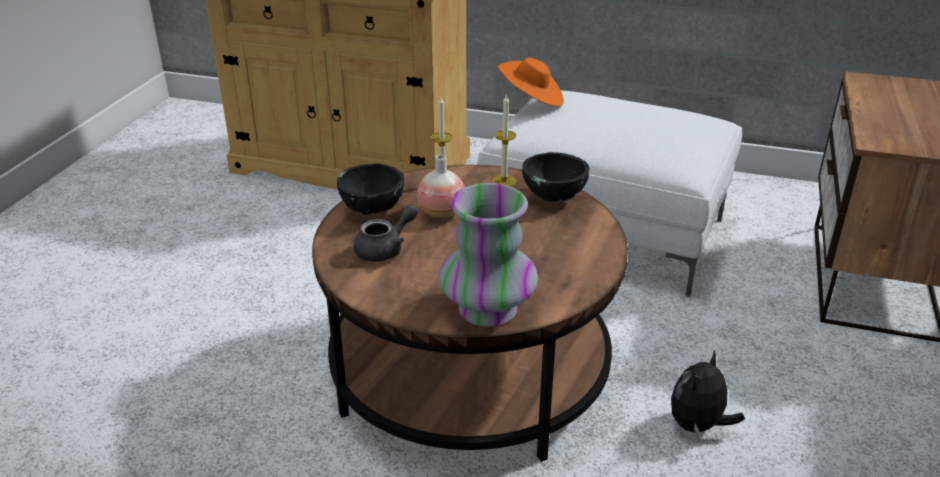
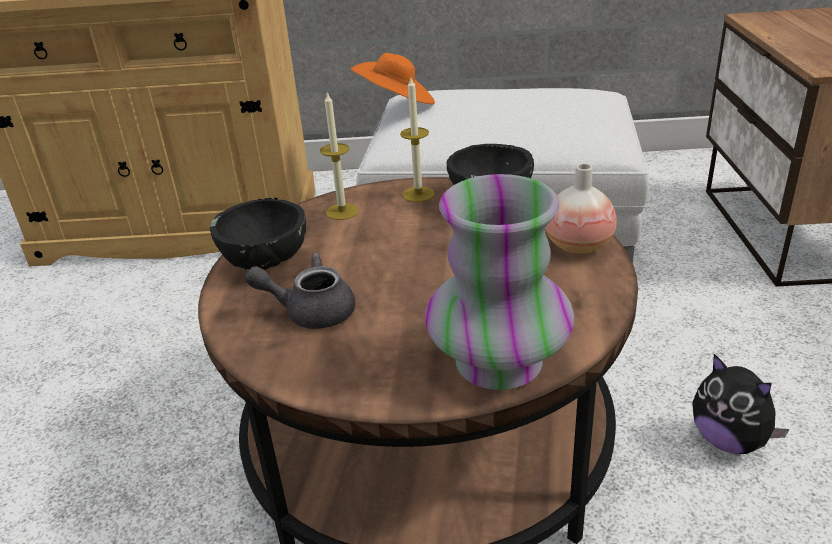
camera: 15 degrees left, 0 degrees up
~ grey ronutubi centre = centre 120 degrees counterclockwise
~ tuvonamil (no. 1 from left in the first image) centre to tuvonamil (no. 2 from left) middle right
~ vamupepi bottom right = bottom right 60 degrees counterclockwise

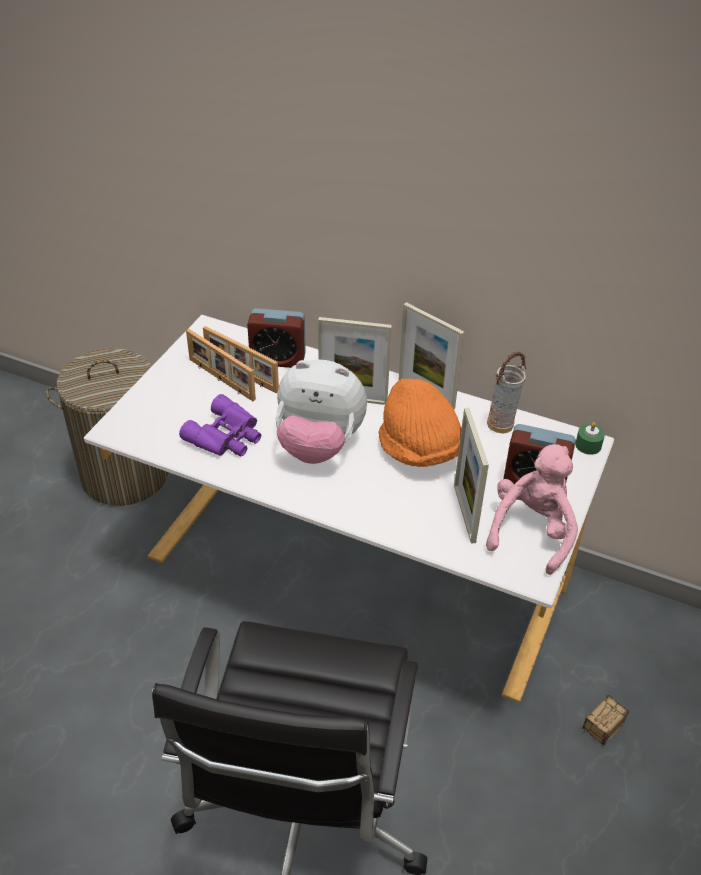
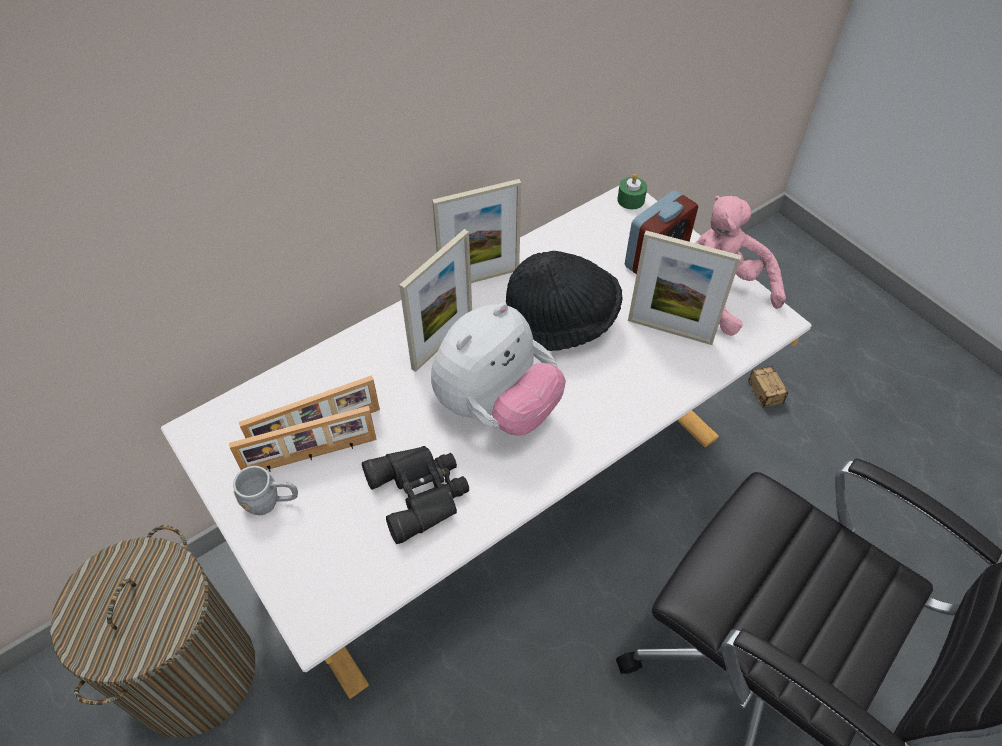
camera: 60 degrees left, 10 degrees up
+ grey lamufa middle left
~ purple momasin middle left to black momasin centre
~ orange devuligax centre to black devuligax centre
- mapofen (no. 1 from left) centre
- tuvonamil middle right

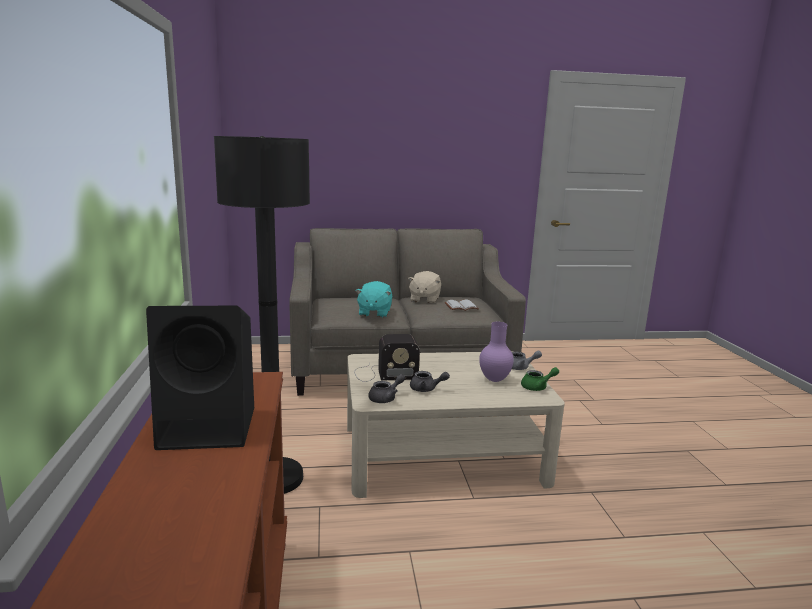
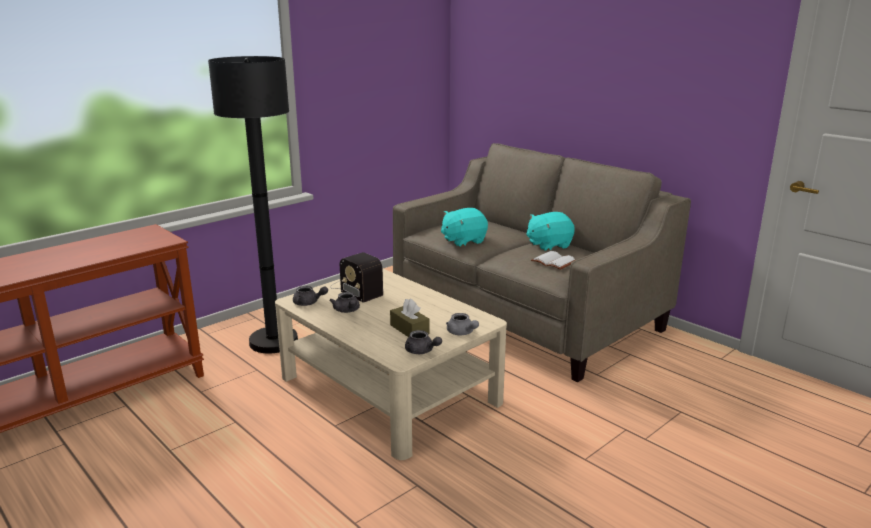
camera: 55 degrees right, 5 degrees up
~ purple tuvonamil centre to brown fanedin centre
~ green ronutubi centre to grey ronutubi (no. 3 from left) centre
~ beige vamupepi centre to turquoise vamupepi (no. 2 from left) centre
- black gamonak middle left

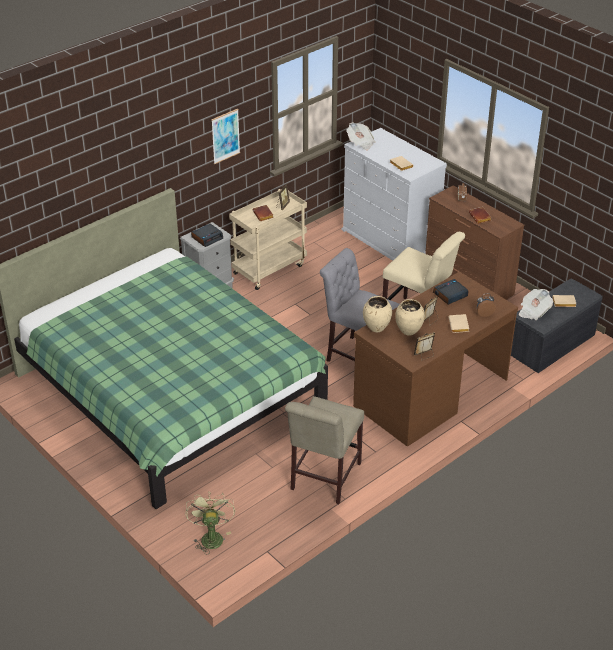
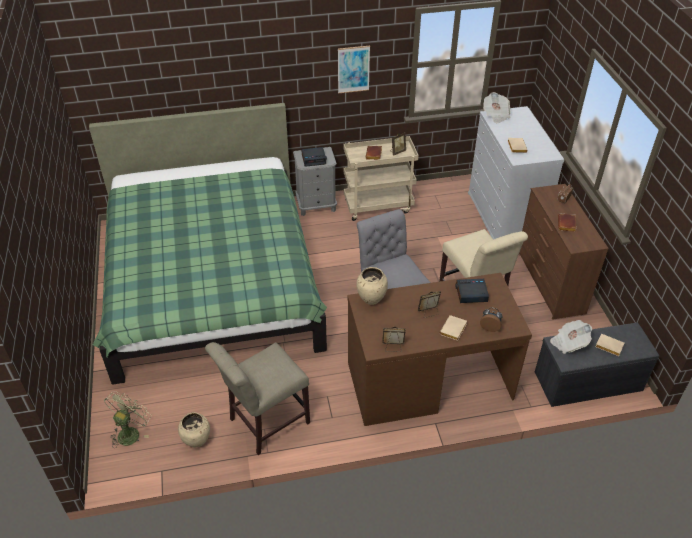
camera: 30 degrees right, 5 degrees up
~ beige tuvonamil (no. 2 from left in the first image) middle right to beige tuvonamil (no. 1 from left) bottom left

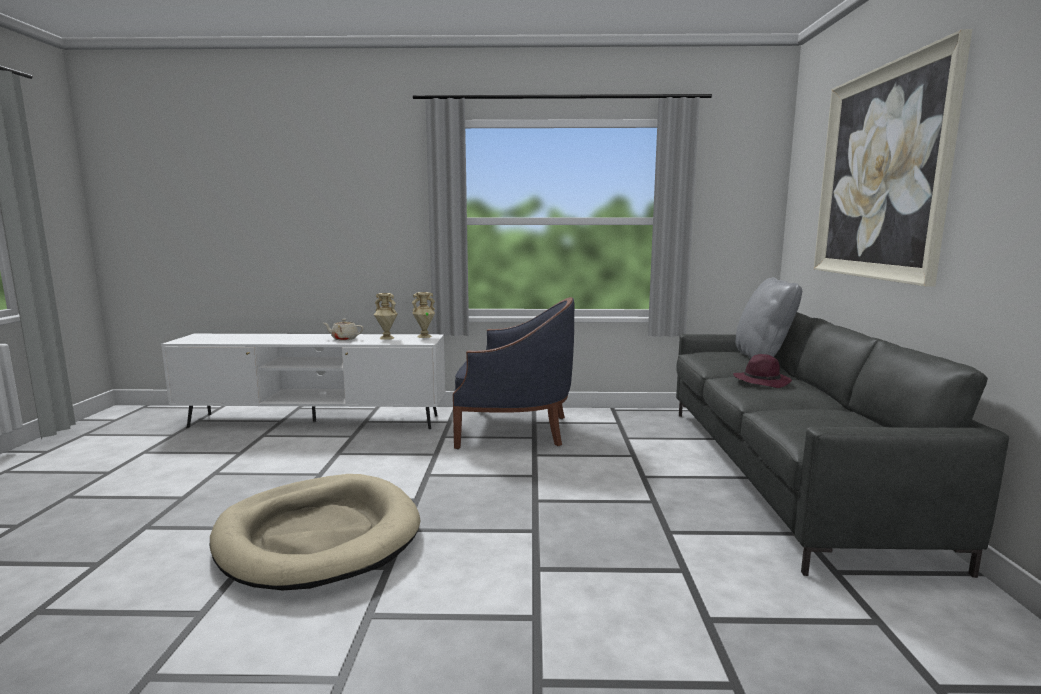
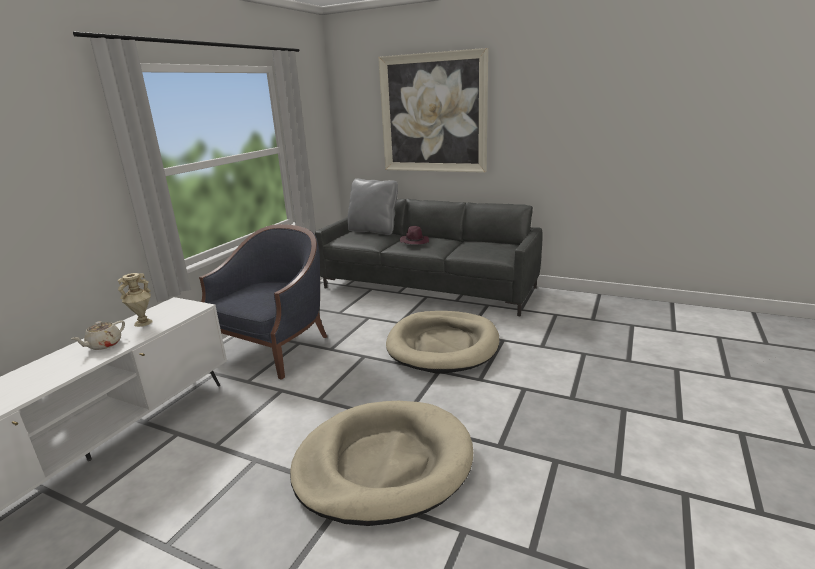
camera: 65 degrees left, 10 degrees up
+ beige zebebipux (no. 2 from left) centre
- beige tuvonamil (no. 2 from left) centre

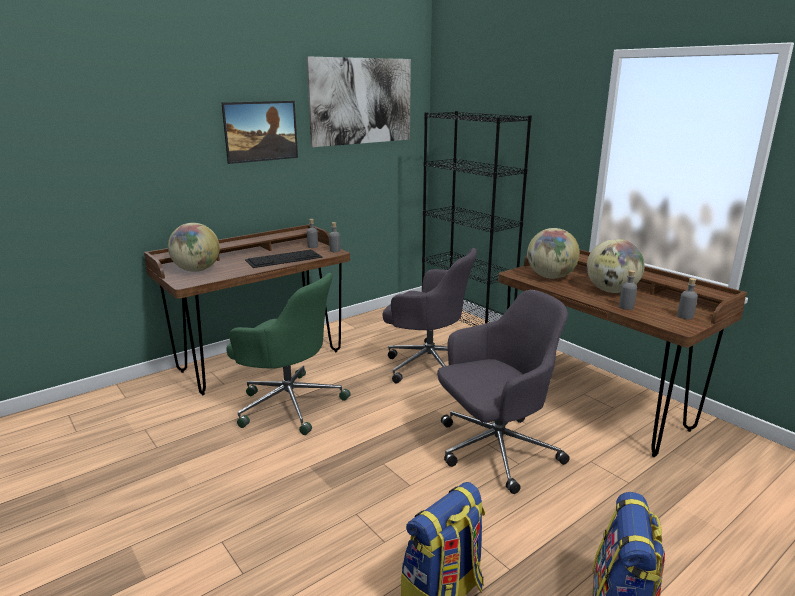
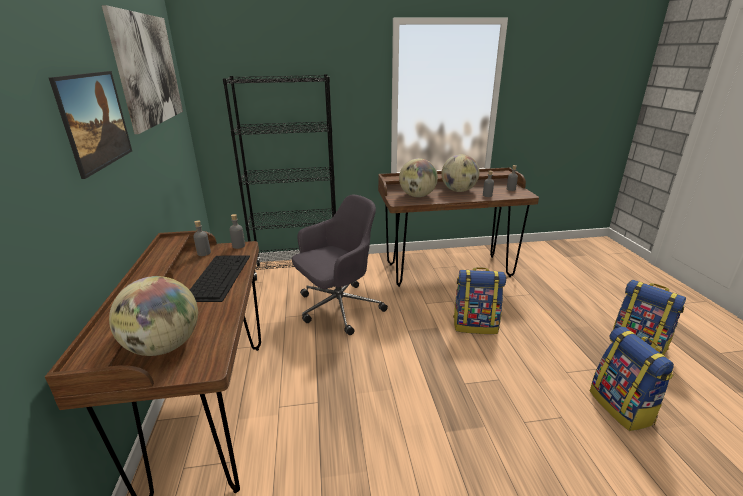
camera: 60 degrees left, 5 degrees up
~ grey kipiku (no. 2 from left) centre to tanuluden (no. 1 from left) centre
- green kipiku centre

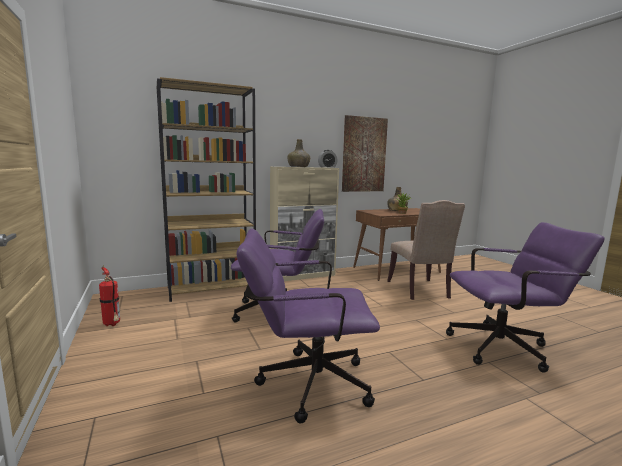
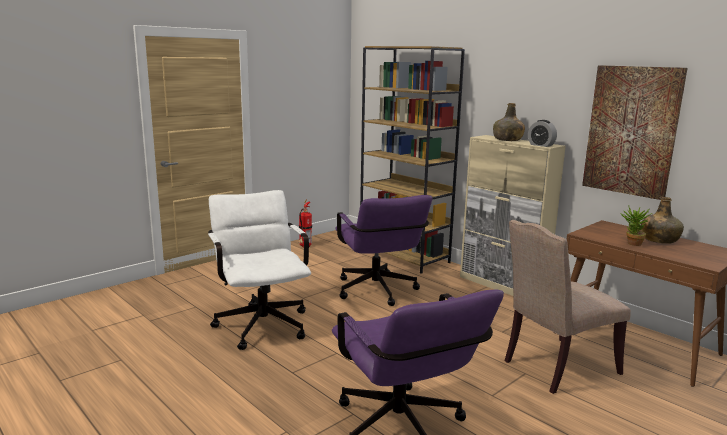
camera: 70 degrees right, 5 degrees up
~ purple kipiku (no. 2 from left) bottom centre to white kipiku centre

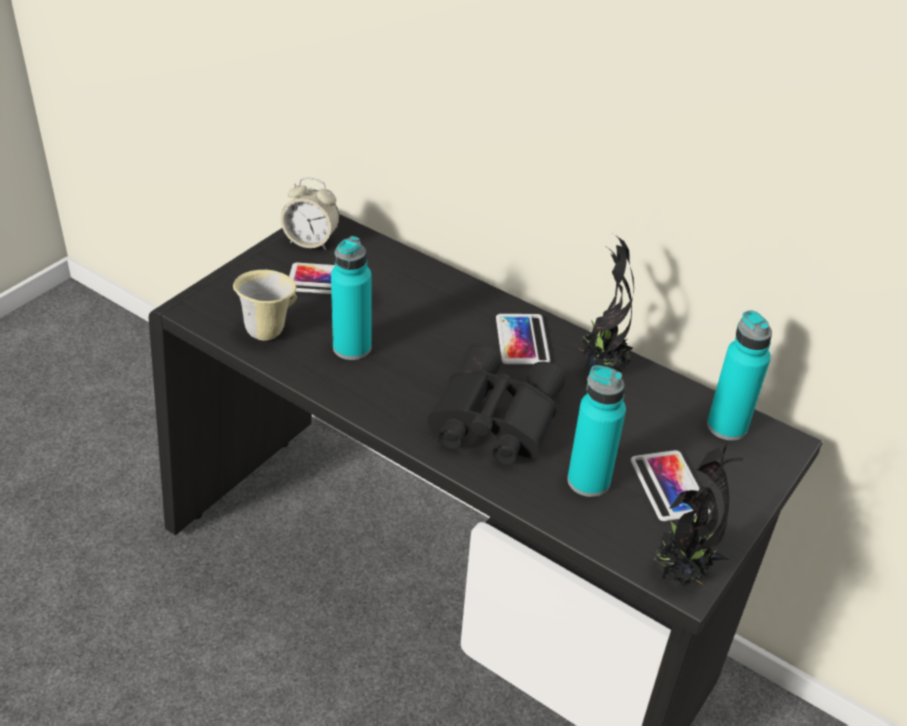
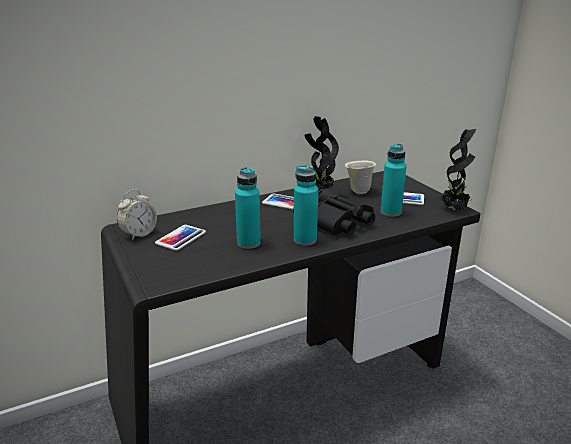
camera: 60 degrees left, 15 degrees down
~ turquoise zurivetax (no. 3 from left in the first image) middle right to turquoise zurivetax (no. 2 from left) centre
~ beige lamufa middle left to centre

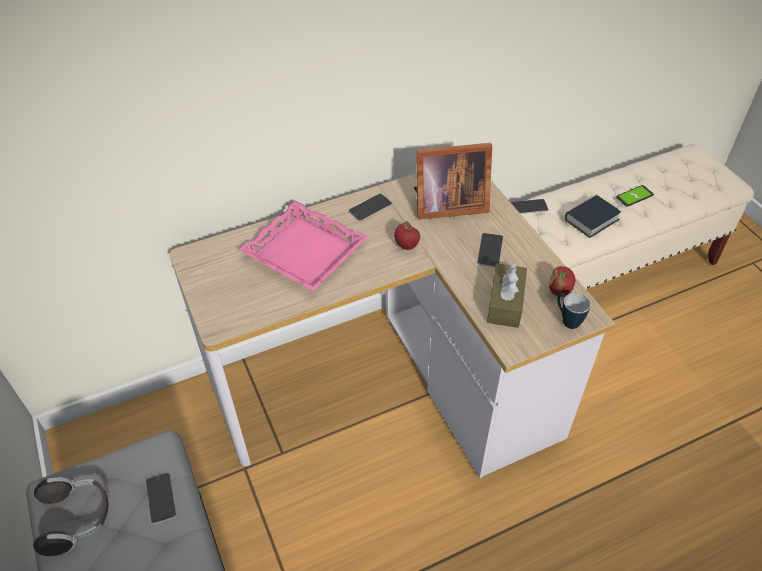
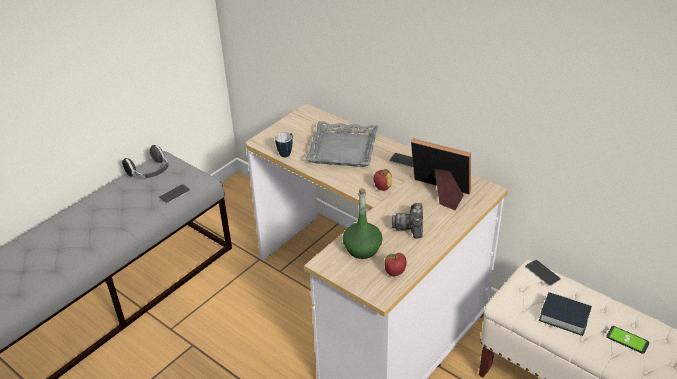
camera: 65 degrees right, 10 degrees down
~ lamufa middle right to centre
~ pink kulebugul centre to grey kulebugul centre
~ brown fanedin centre to green zurivetax centre
~ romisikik (no. 3 from left) centre to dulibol centre
~ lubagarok top centre = centre 150 degrees clockwise

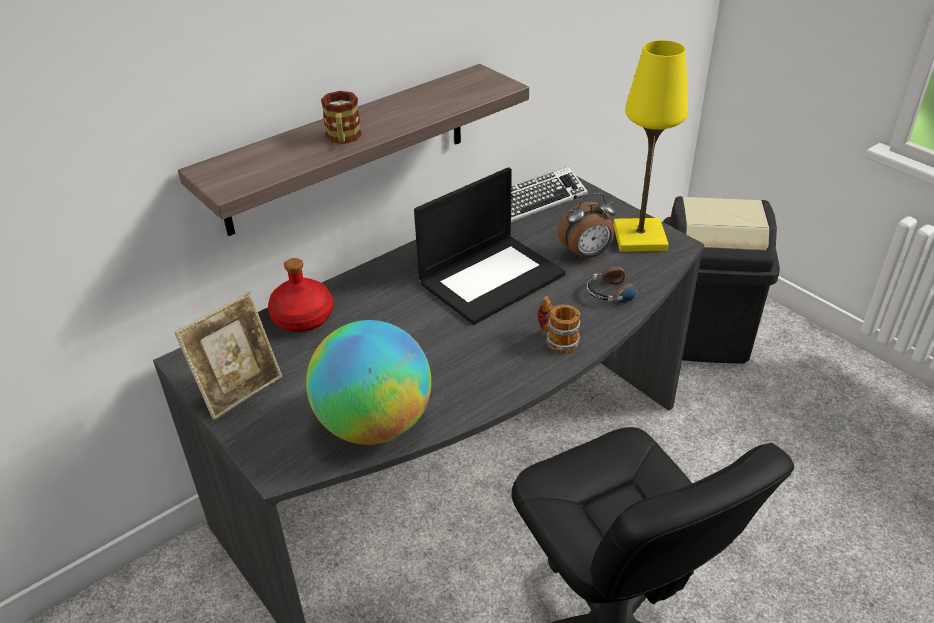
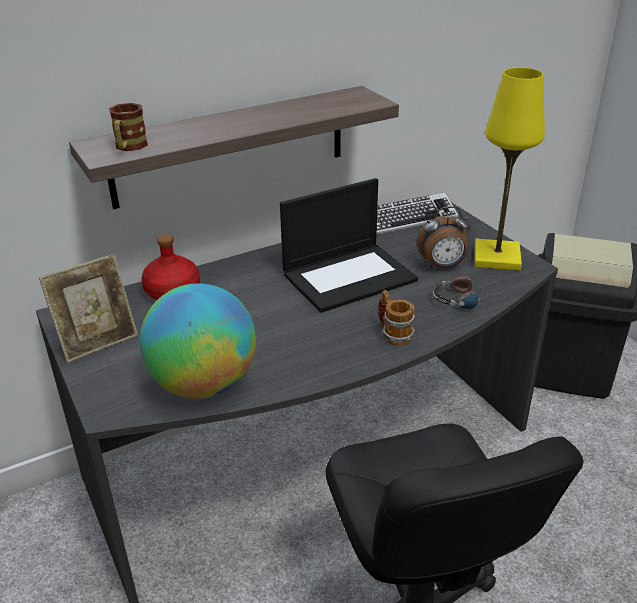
camera: 10 degrees right, 5 degrees down
~ lamufa (no. 1 from left) top centre to top left

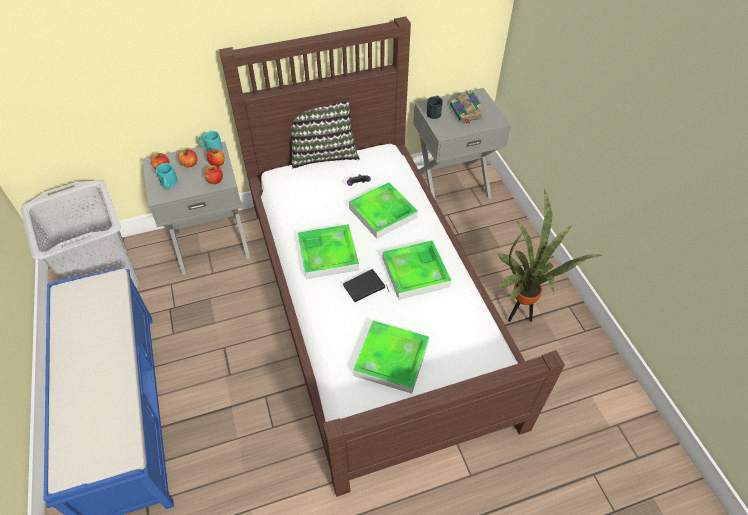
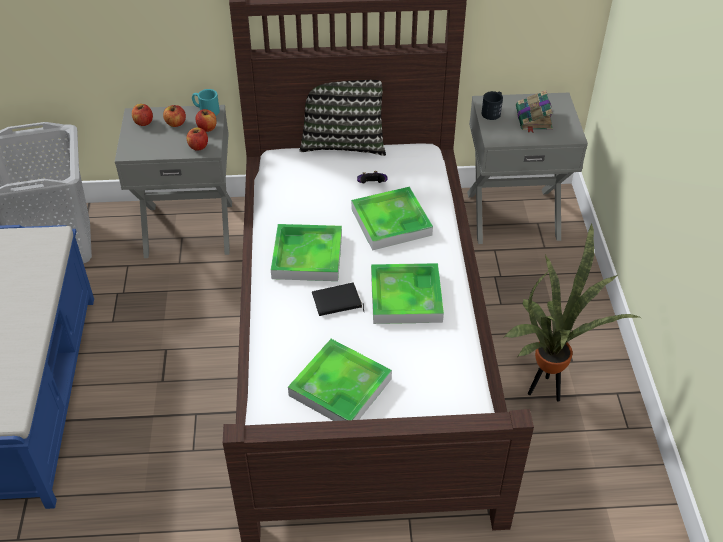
camera: 15 degrees right, 5 degrees down
- turquoise lamufa (no. 1 from left) middle left

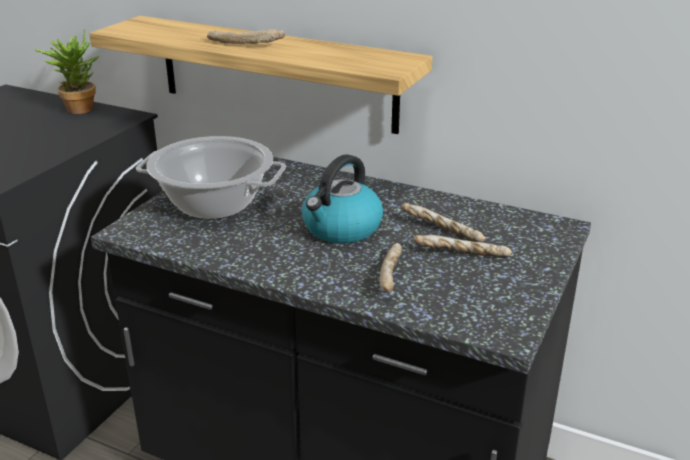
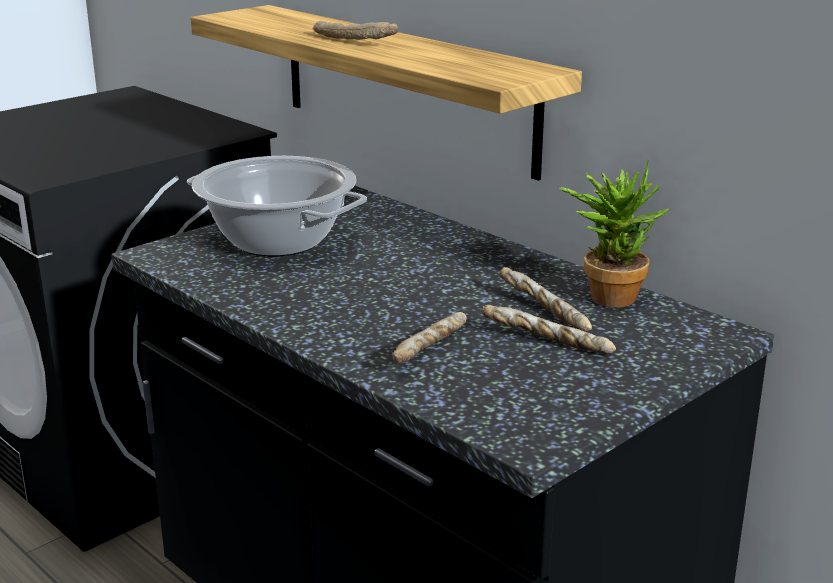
camera: 20 degrees right, 5 degrees down
~ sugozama top left to middle right
- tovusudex centre

